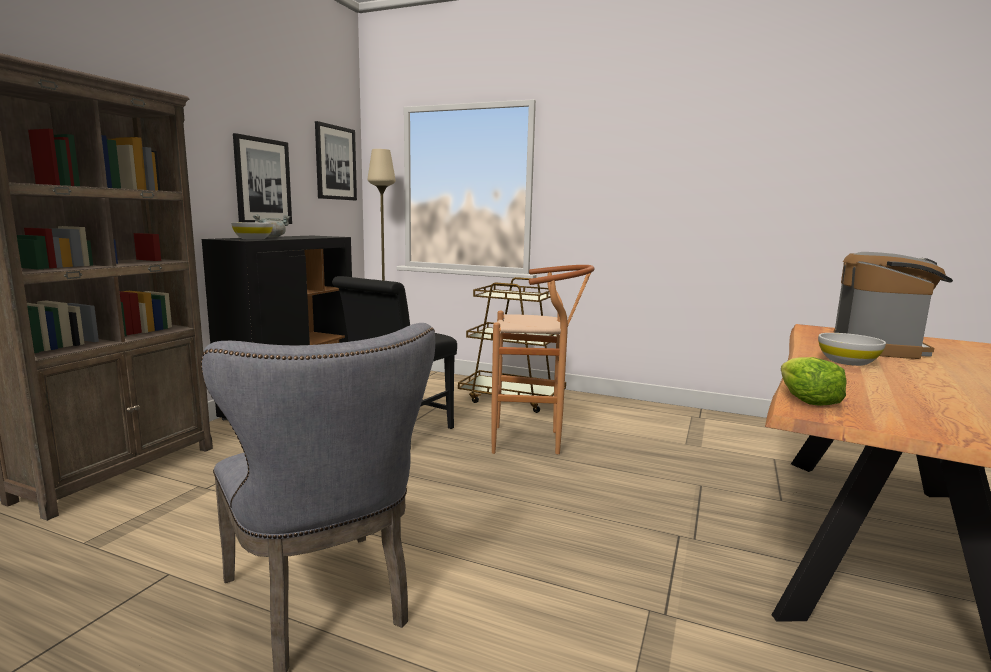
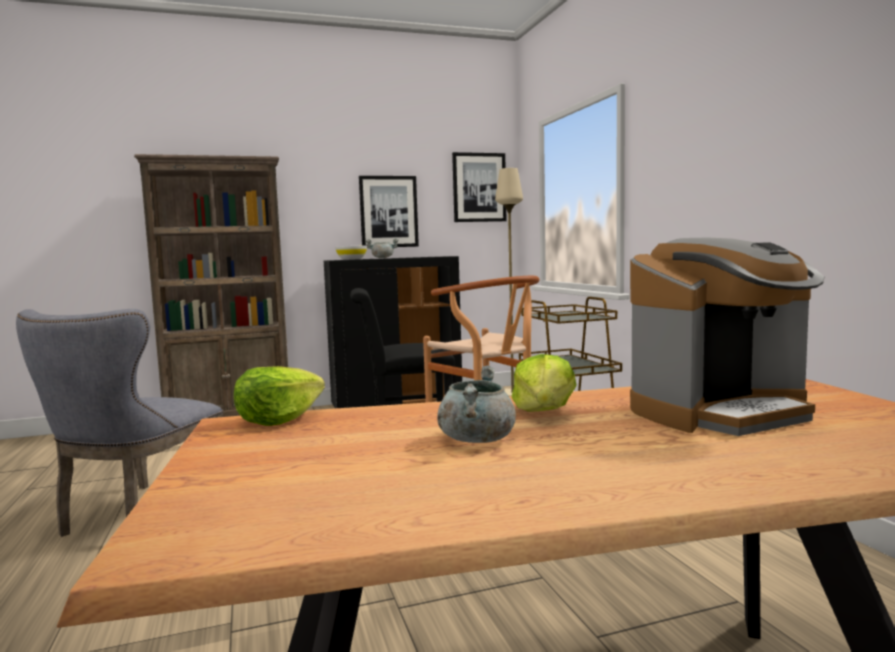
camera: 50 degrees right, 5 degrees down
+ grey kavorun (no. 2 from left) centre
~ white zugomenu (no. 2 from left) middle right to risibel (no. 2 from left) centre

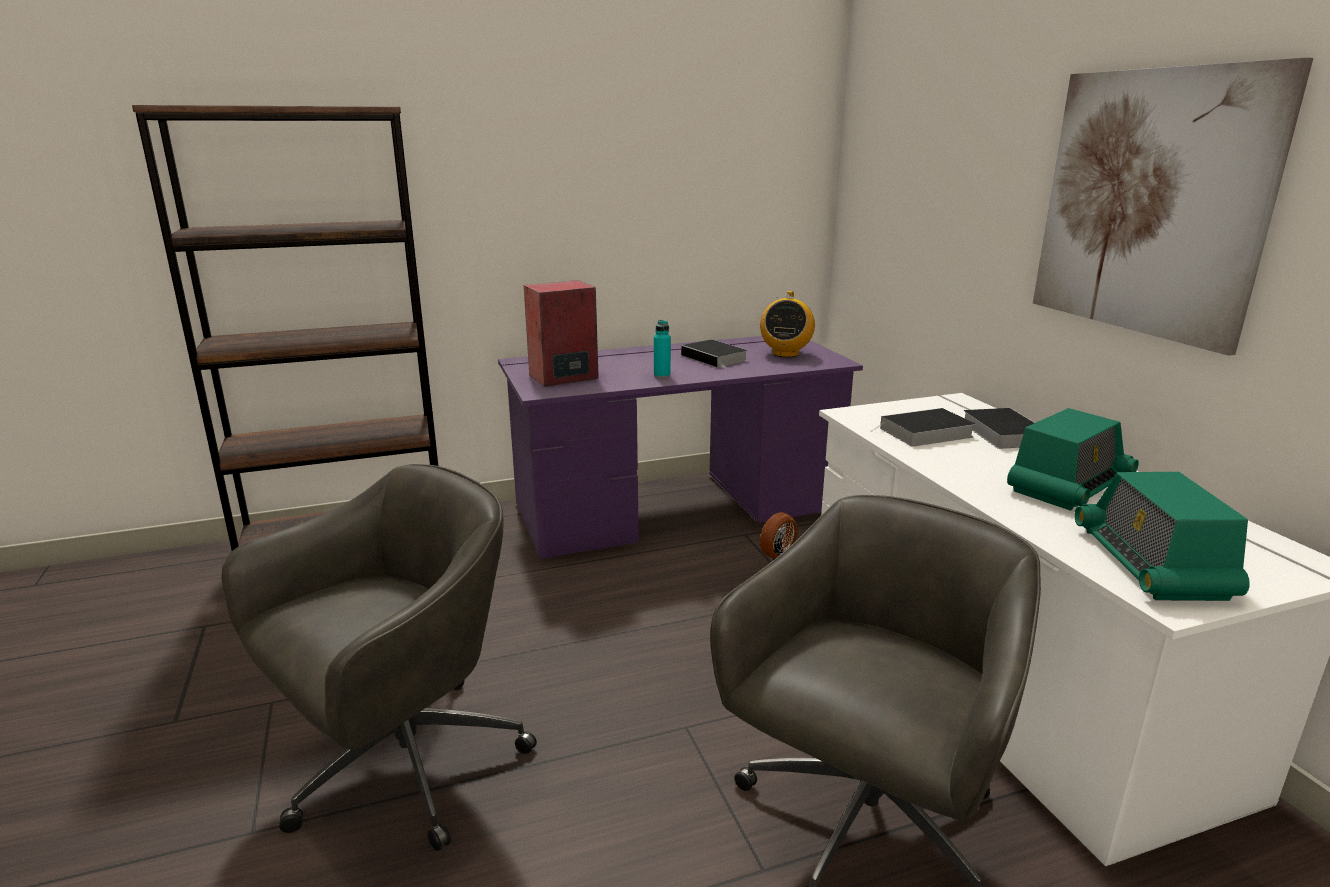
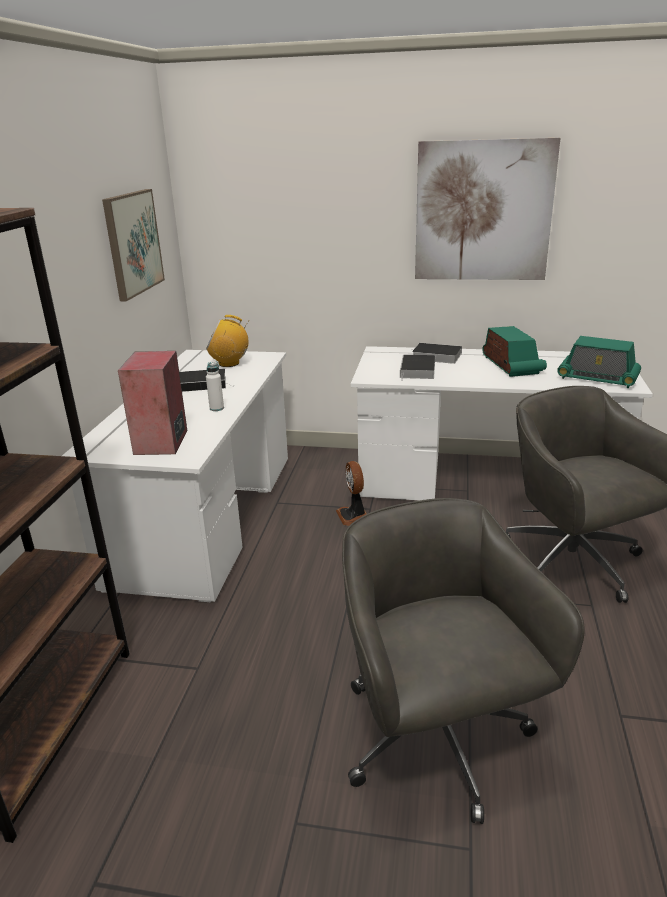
camera: 60 degrees left, 5 degrees up
~ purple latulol centre to white latulol (no. 1 from left) middle left
+ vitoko (no. 1 from left) top left
~ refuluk (no. 1 from left) centre = centre 135 degrees clockwise
~ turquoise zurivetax centre to white zurivetax middle left

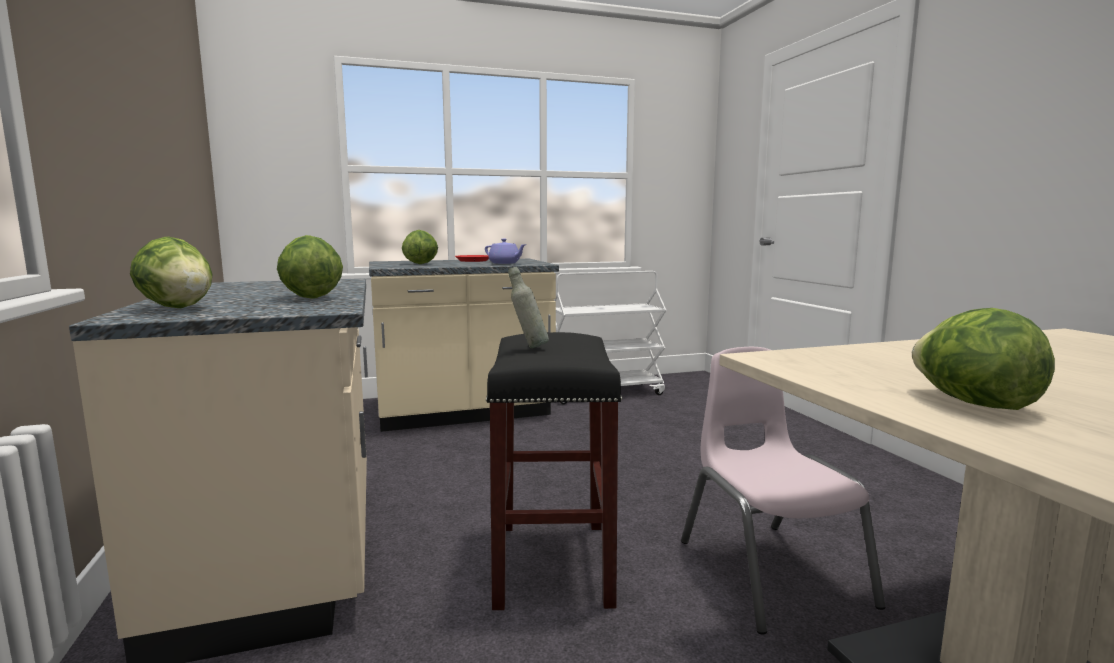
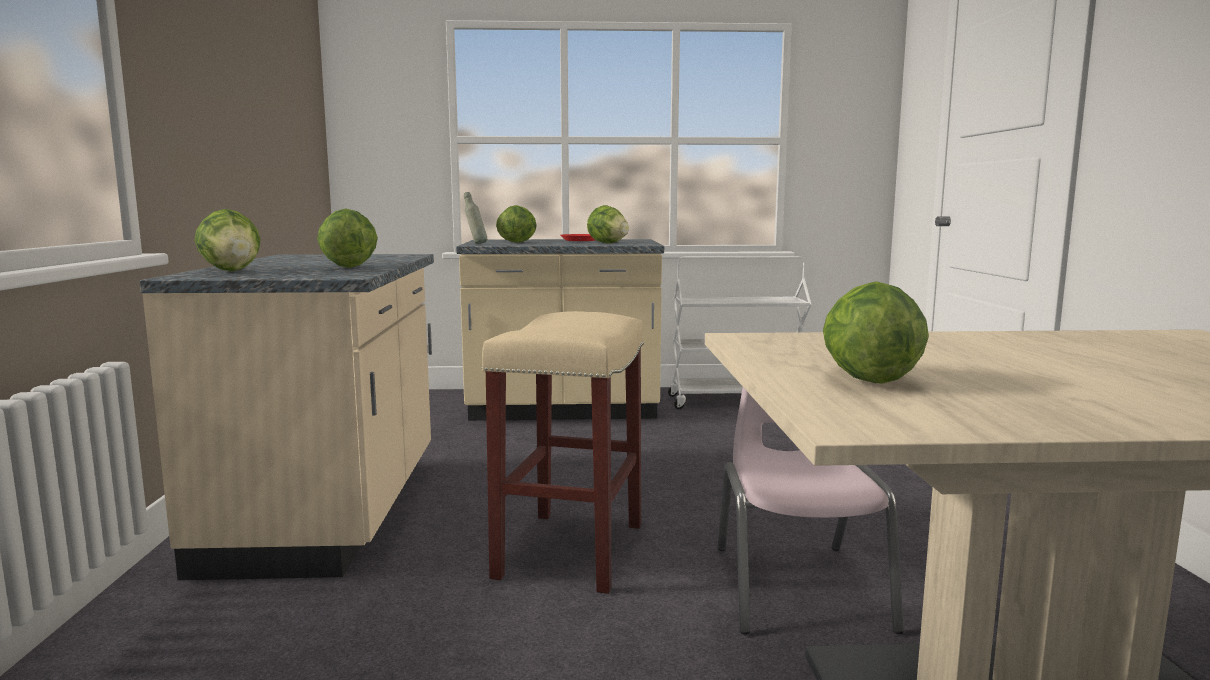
camera: 15 degrees right, 0 degrees up
~ grey zurivetax centre to top centre
~ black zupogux bottom centre to beige zupogux centre
~ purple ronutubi centre to risibel (no. 4 from left) top centre

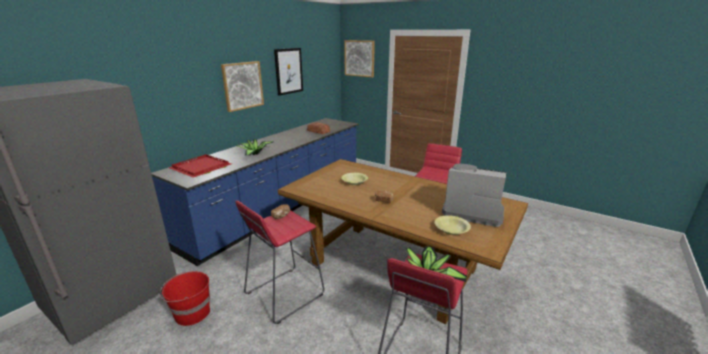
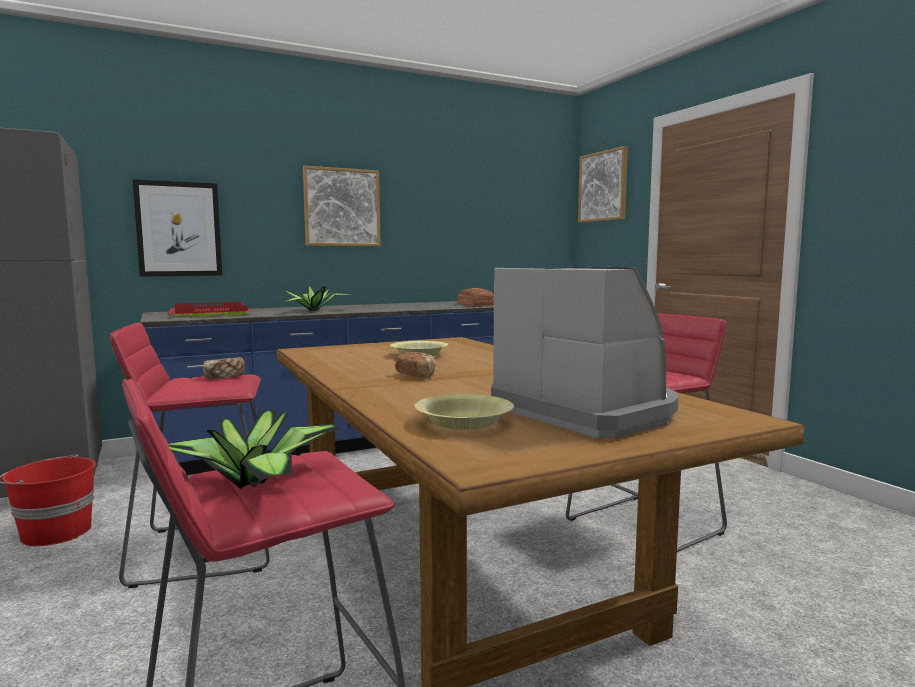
camera: 30 degrees right, 15 degrees down
~ vitoko (no. 2 from left in the first image) top centre to vitoko (no. 1 from left) top left

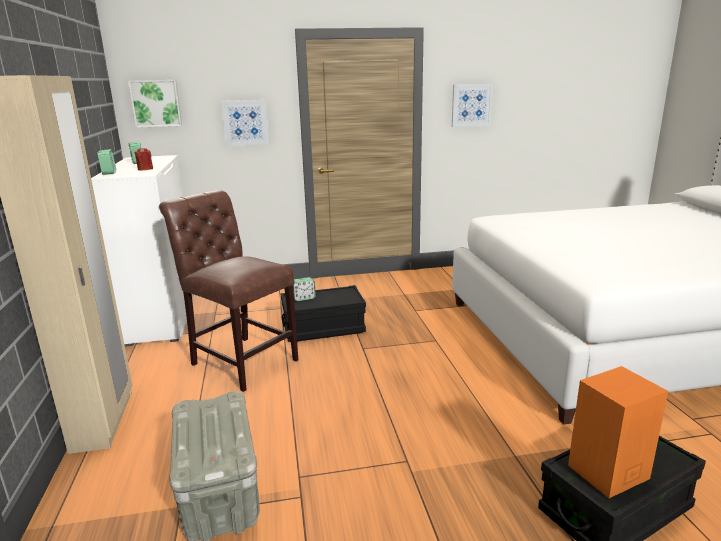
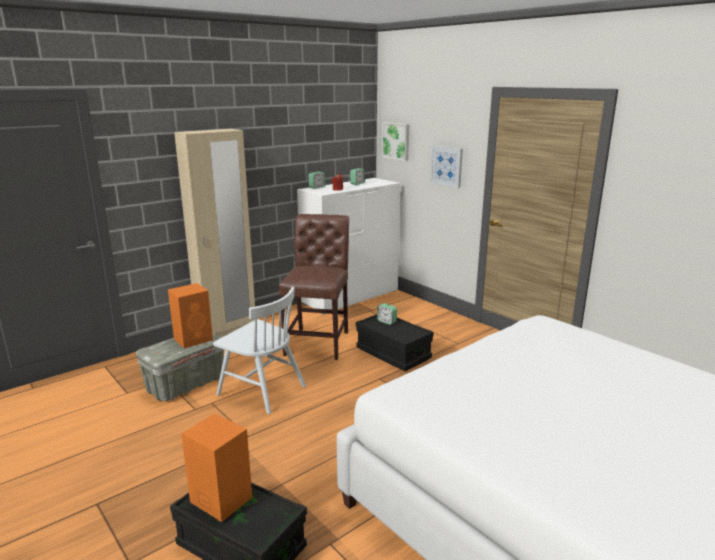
camera: 60 degrees right, 0 degrees up
+ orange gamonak (no. 1 from left) middle left
+ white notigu centre
- vitoko (no. 3 from left) top centre

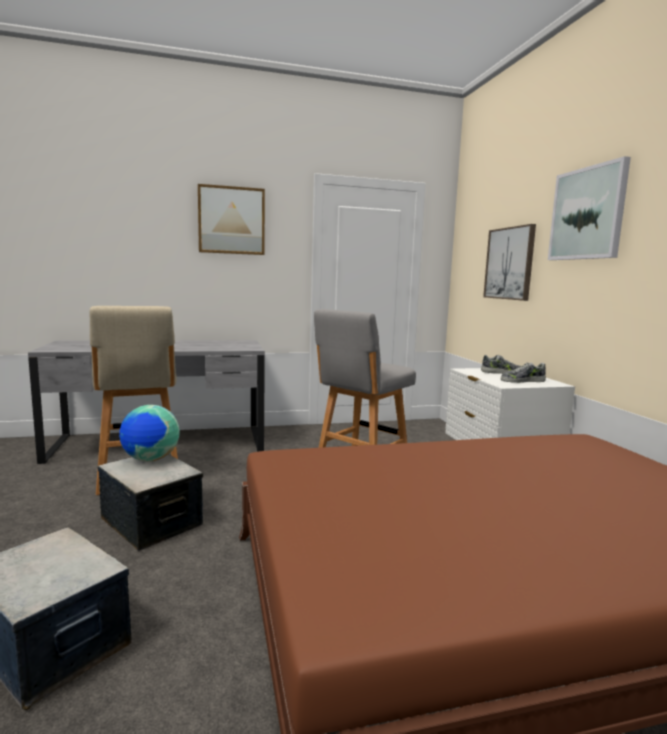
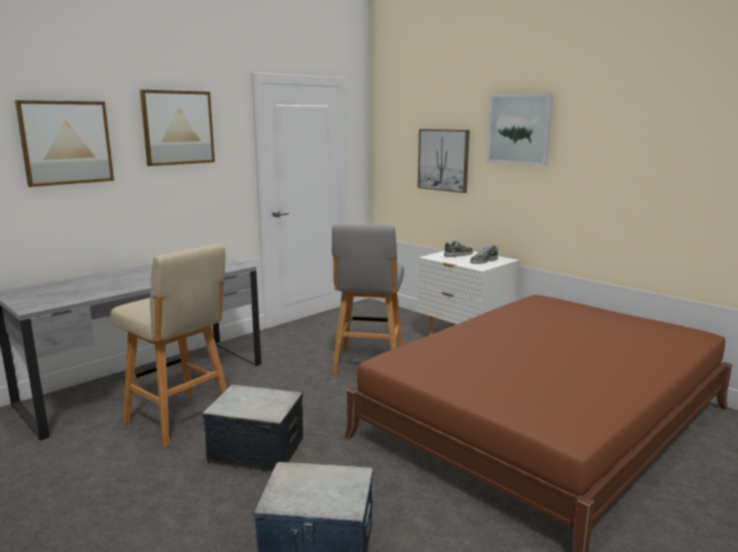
camera: 30 degrees left, 5 degrees up
+ vitoko (no. 1 from left) top left
- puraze middle left

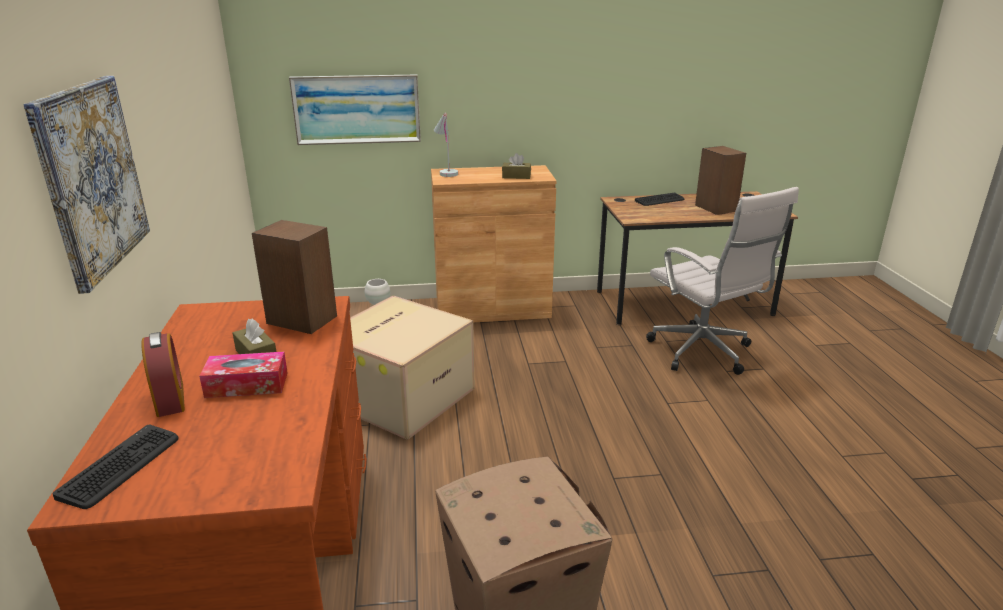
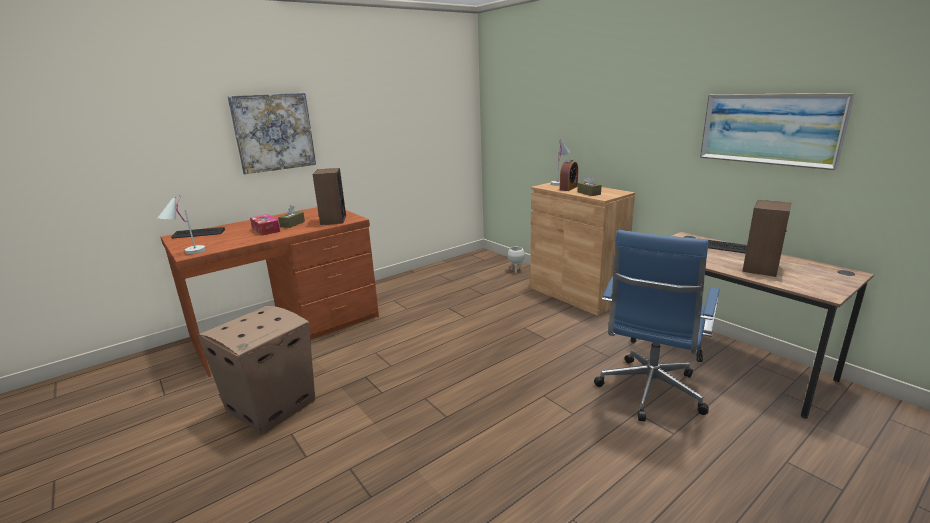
camera: 60 degrees right, 5 degrees down
+ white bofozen (no. 1 from left) middle left
~ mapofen middle left to centre
~ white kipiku middle right to blue kipiku middle right
~ vitoko (no. 2 from left) top centre to top right
- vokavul (no. 1 from left) centre

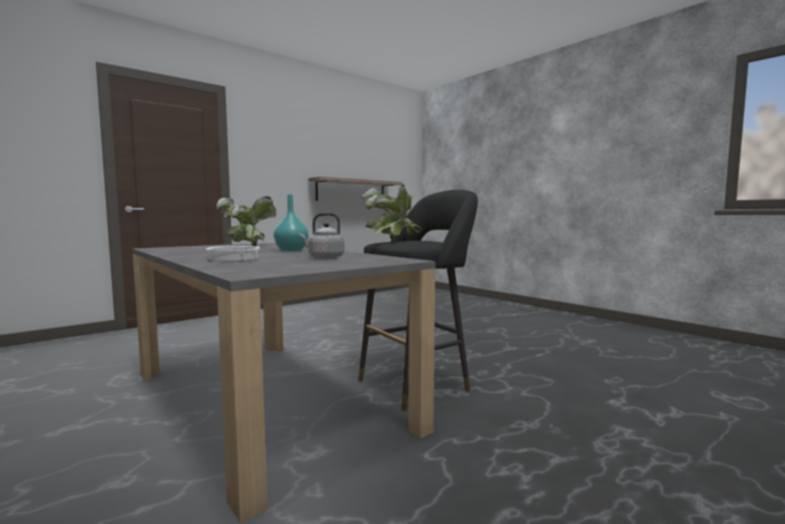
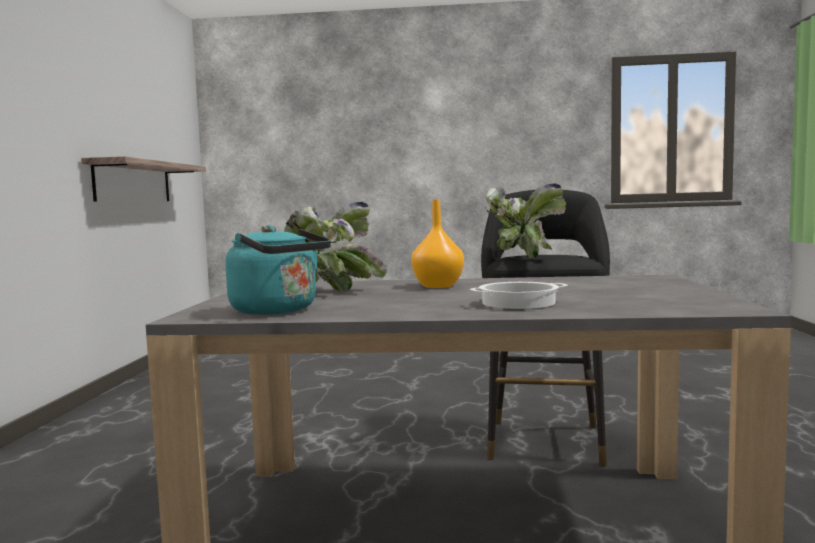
camera: 45 degrees left, 0 degrees up
+ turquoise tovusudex centre
~ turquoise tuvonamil centre to orange tuvonamil centre
- grey tovusudex centre

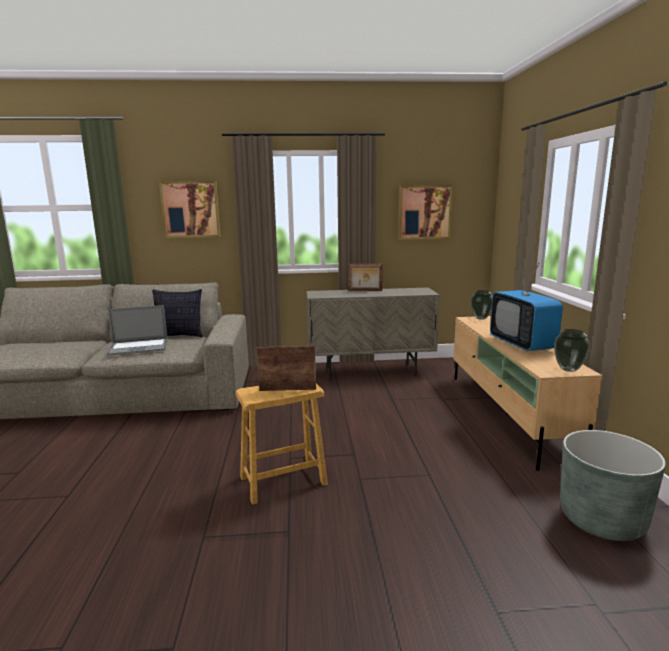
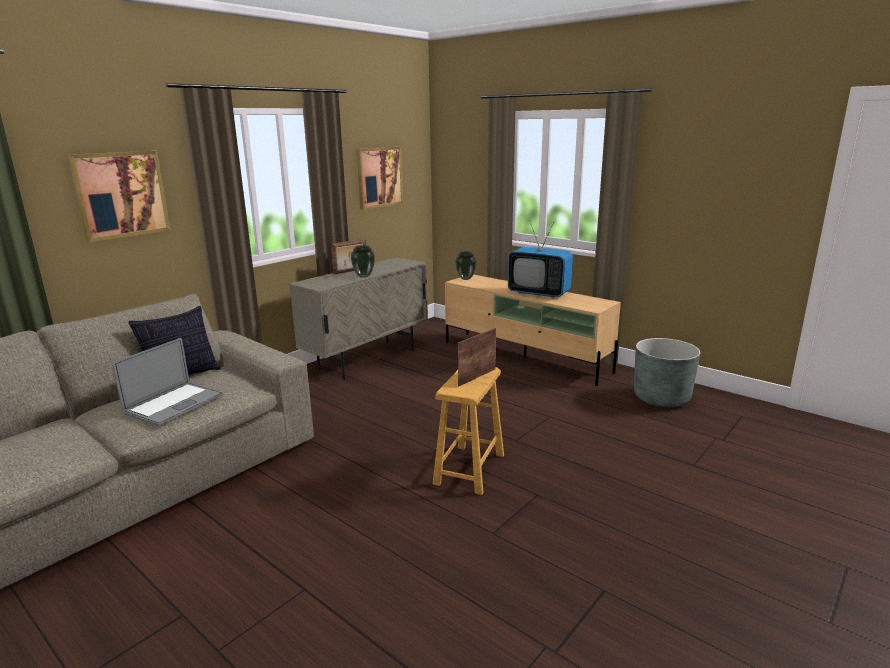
camera: 45 degrees left, 5 degrees up
~ tuvonamil (no. 2 from left in the first image) middle right to tuvonamil (no. 1 from left) centre

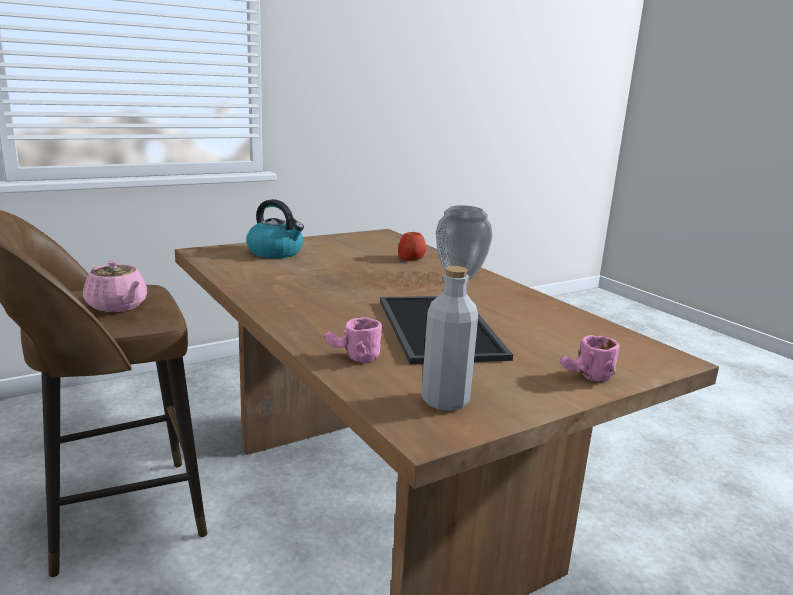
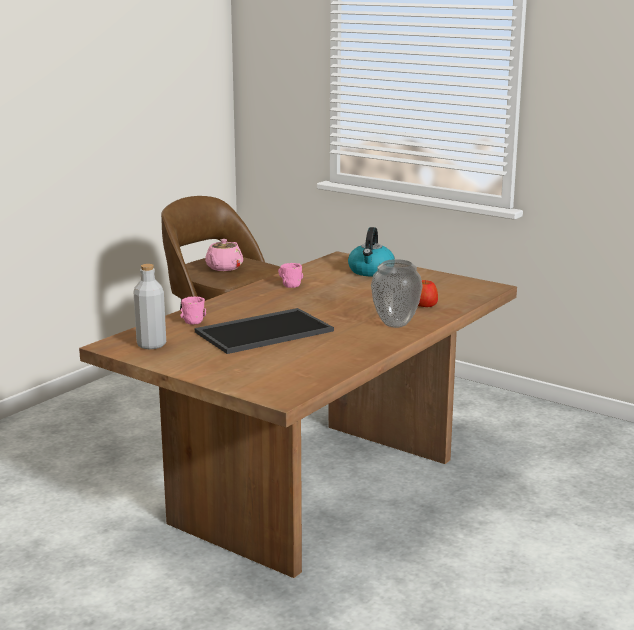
camera: 70 degrees right, 0 degrees up
~ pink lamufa (no. 2 from left) middle right to centre

